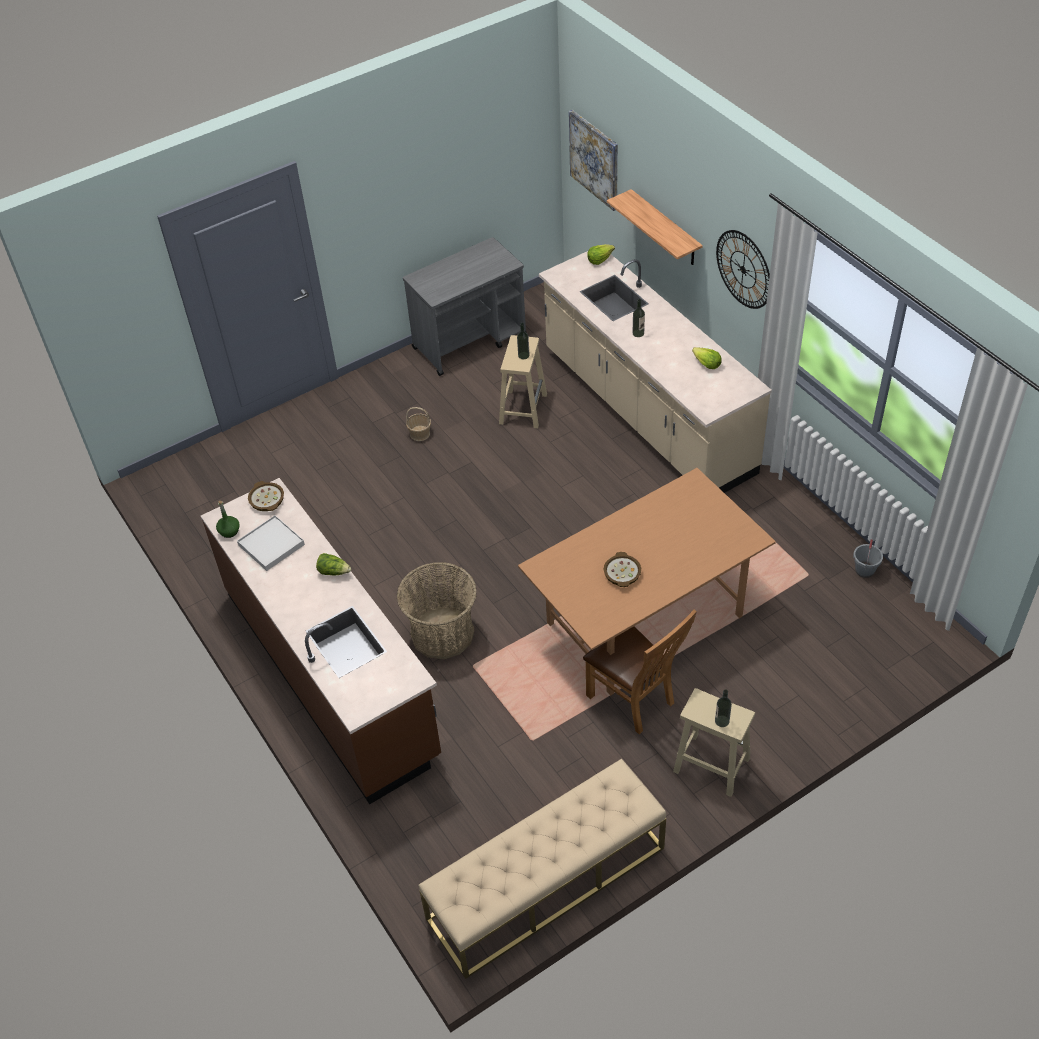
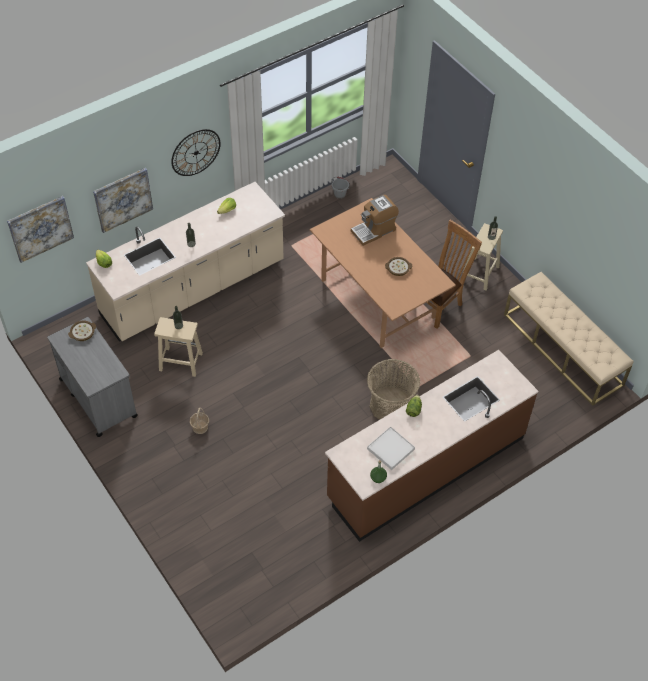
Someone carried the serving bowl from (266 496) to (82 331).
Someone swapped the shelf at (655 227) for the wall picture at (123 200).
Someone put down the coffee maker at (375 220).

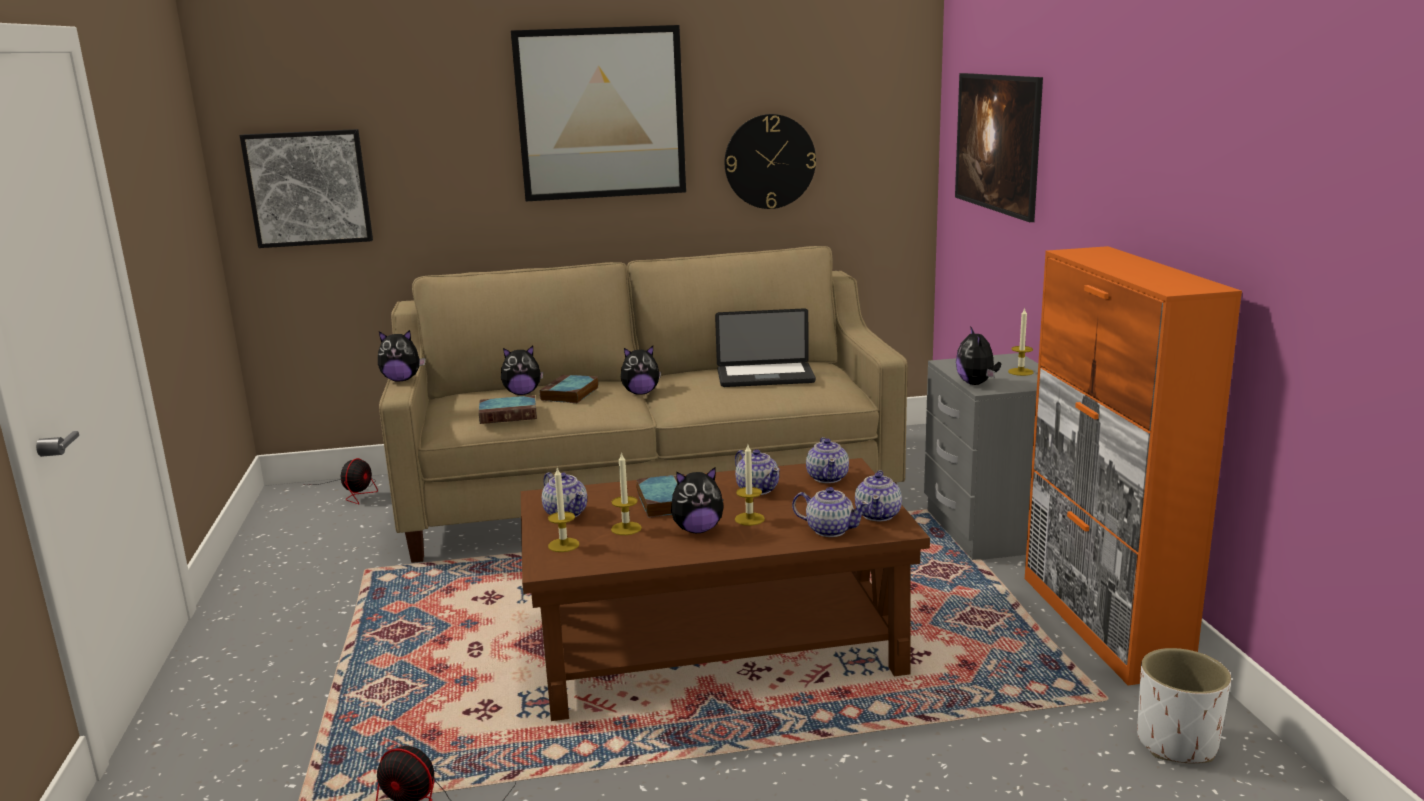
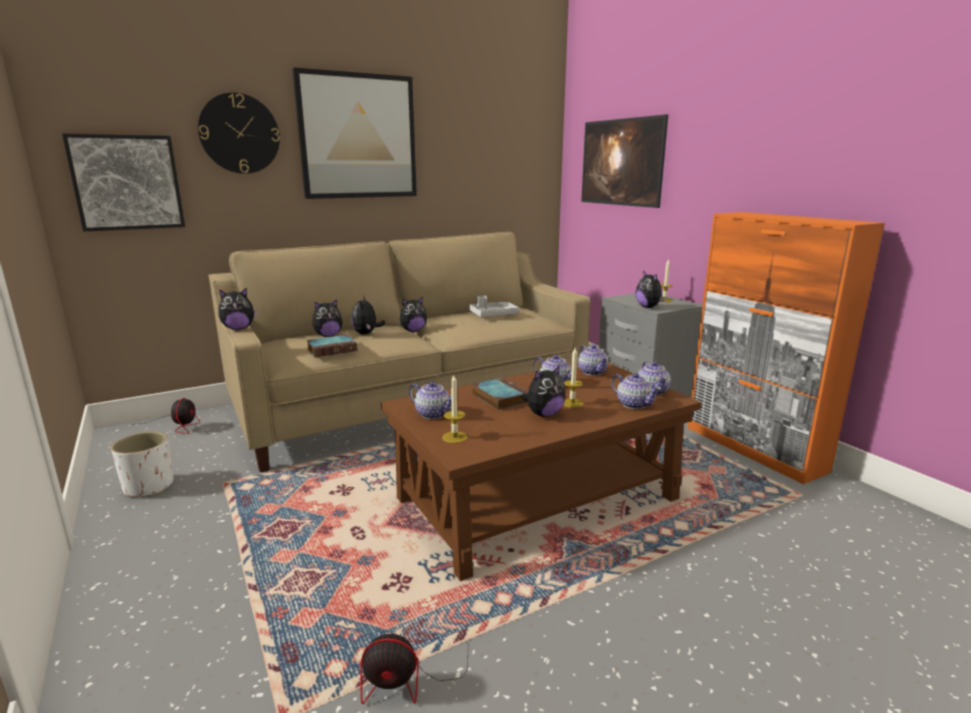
Someone swapped the bound book at (569 388) for the plush toy at (368 315).
Someone took away the candle at (626 493).
Someone swapped the notebook computer at (765 347) for the greyish carrying tray at (494 306).
Someone carried the wall clock from (770 161) to (239 133).
Someone rotated the teapot at (830 512) by 45 degrees clockwise.
Someone carried the white-coloured planter from (1184 705) to (142 464).

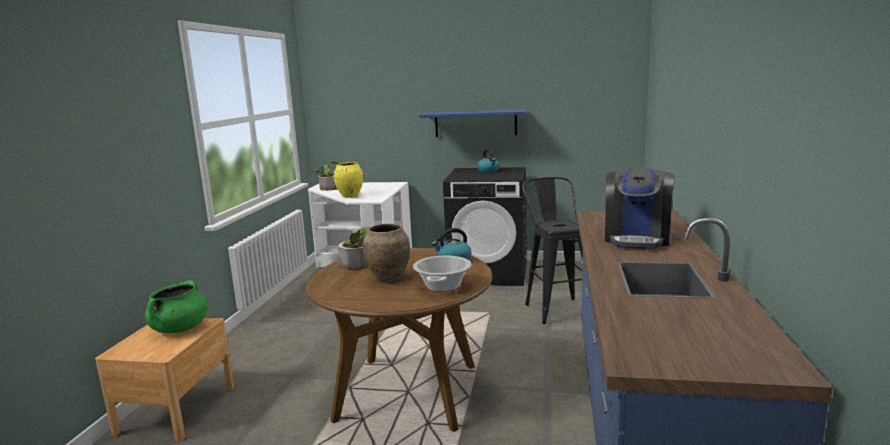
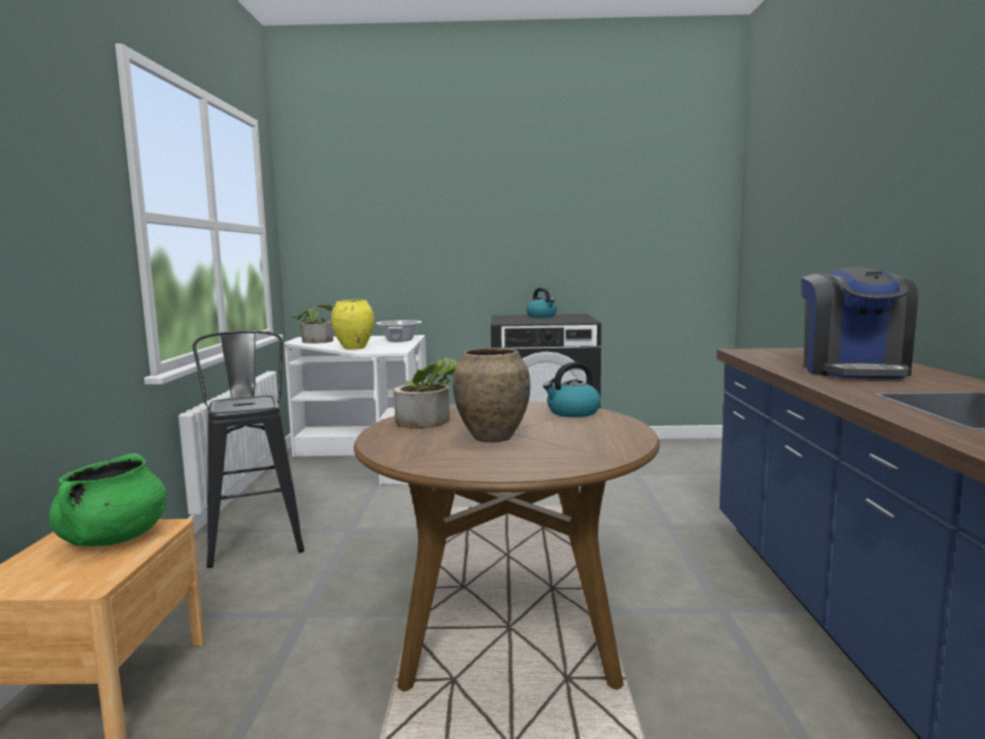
Someone carried the stockpot from (442 274) to (399 331).
Someone took away the blue shelf at (472 123).
Someone carried the blackish sitting stool from (552 250) to (248 449).

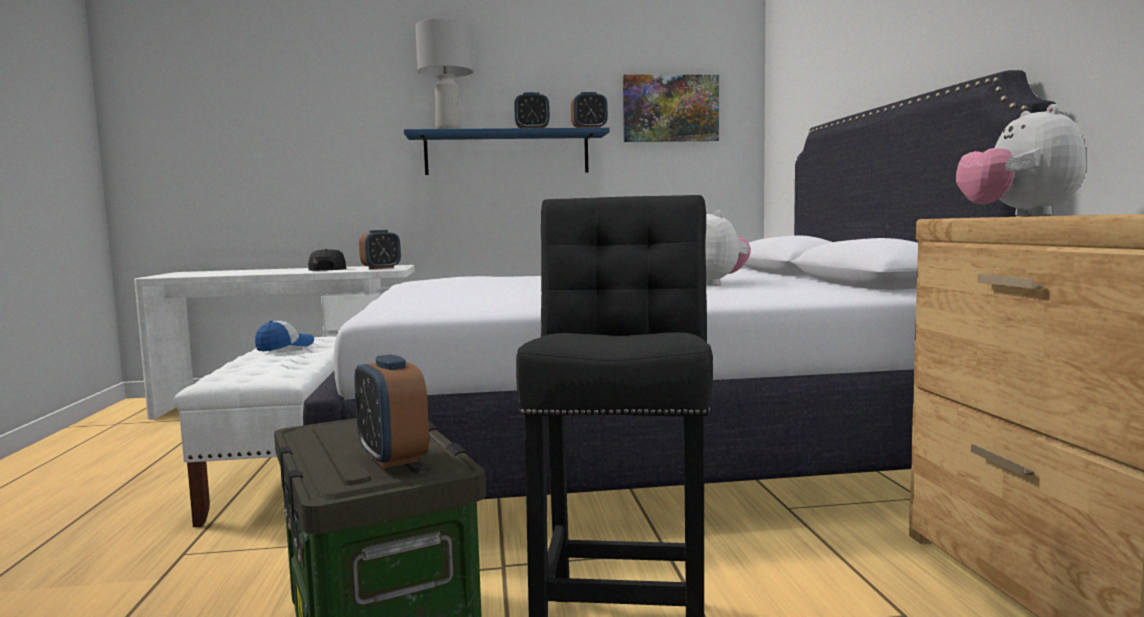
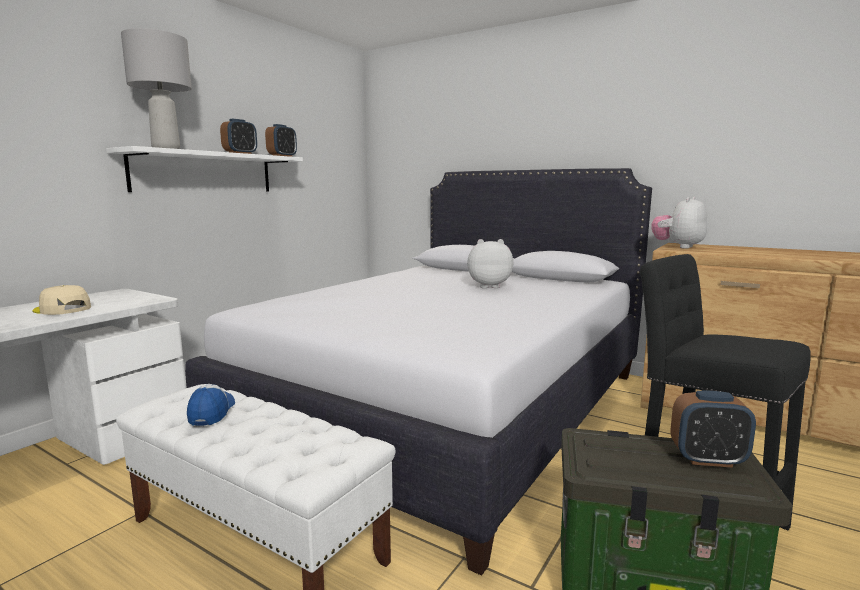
Someone repainted the blackish peaked cap at (327 260), which became the beige-coloured peaked cap at (61 300).
Someone took away the table clock at (380 249).
Someone repainted the blue shelf at (507 151), which became the white-coloured shelf at (204 169).
Someone took away the wall picture at (671 108).
Someone rotated the plush toy at (1021 160) by 90 degrees clockwise.

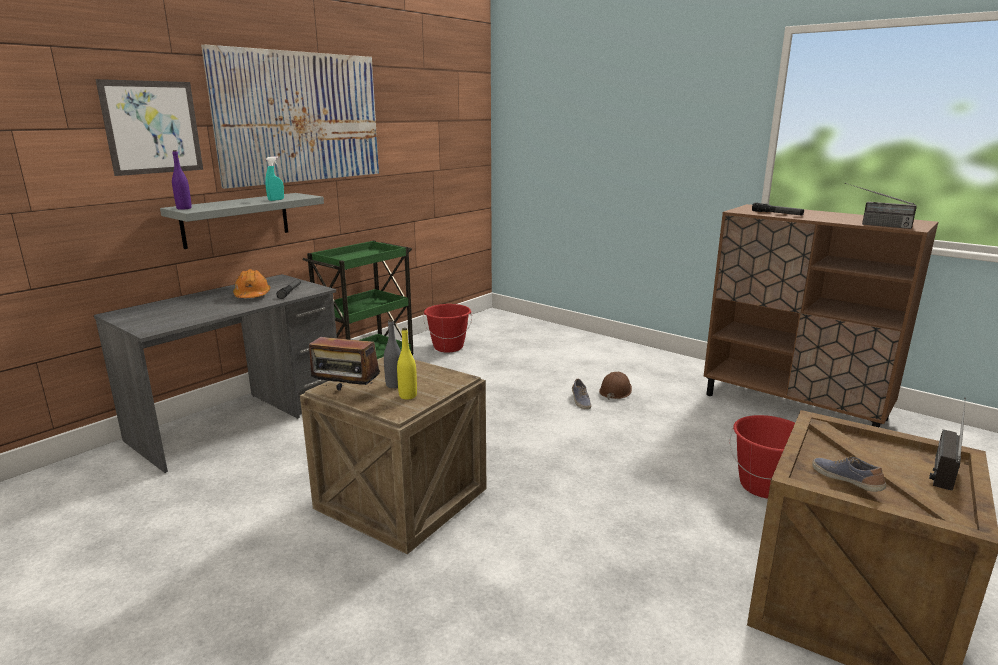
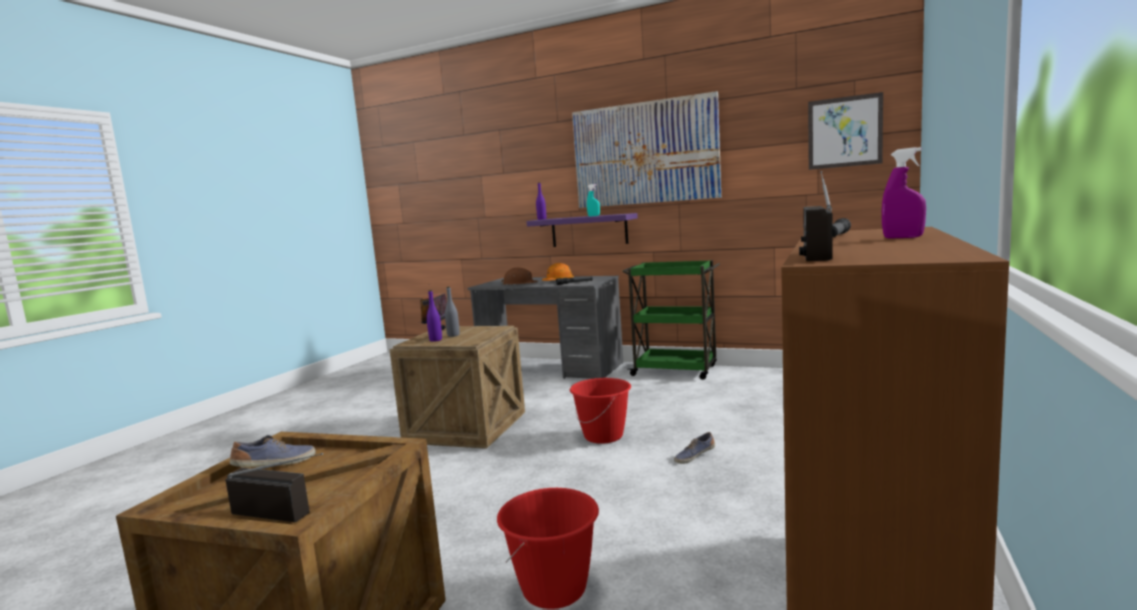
Someone carried the wall picture from (149 127) to (845 131).
Someone repainted the greyish shelf at (242 221), which became the purple shelf at (582 230).
Someone repainted the yellow-coloured drink bottle at (407 364), which became the purple drink bottle at (434 316).
Someone carried the red bucket from (447 328) to (600 411).
Someone carried the brown work helmet from (615 386) to (519 276).
Someone put down the purple sprayer at (904 193).

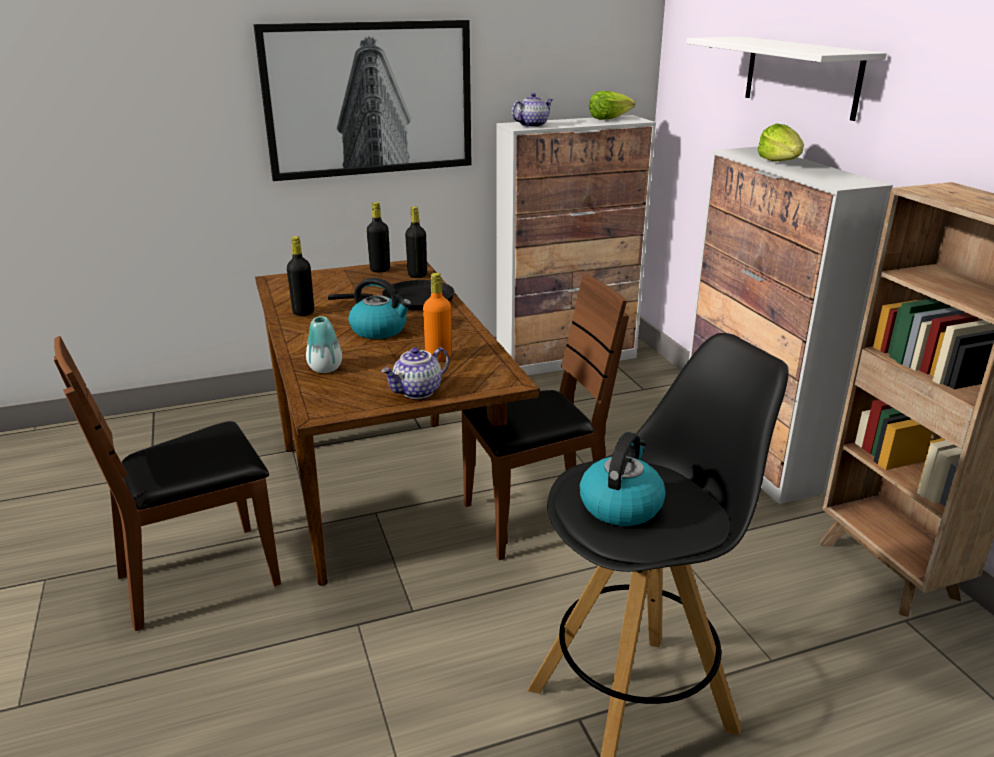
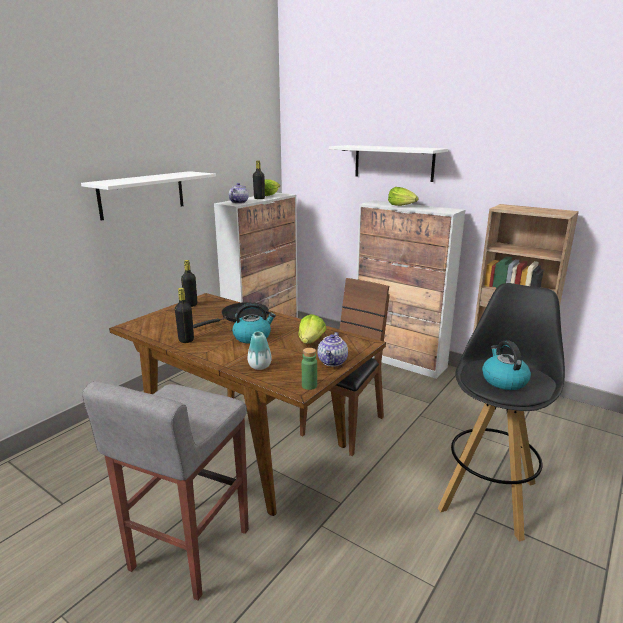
Someone swapped the brown upright chair at (167 483) for the greyish sitting stool at (165 491).
Someone swapped the wall picture at (362 100) for the white-coloured shelf at (148 195).
Someone carried the blackish drink bottle from (416 242) to (259 179).
Someone swapped the orange drink bottle at (437 317) for the lettuce head at (312 329).
Someone put down the green-coloured drink bottle at (309 369).

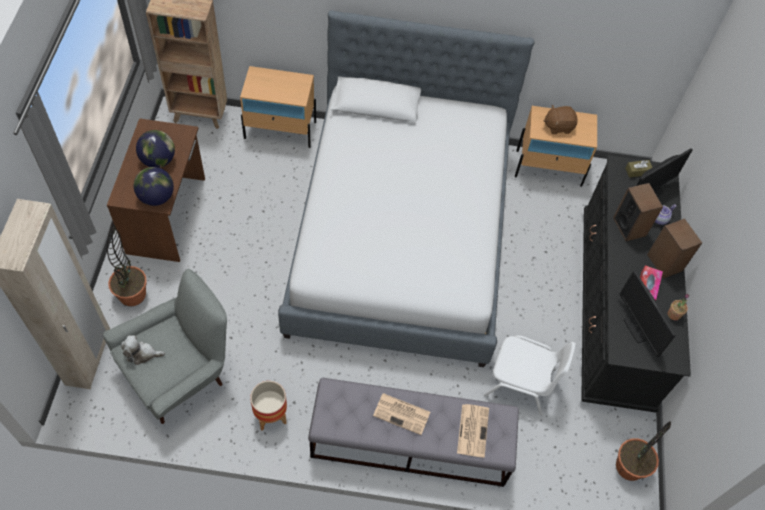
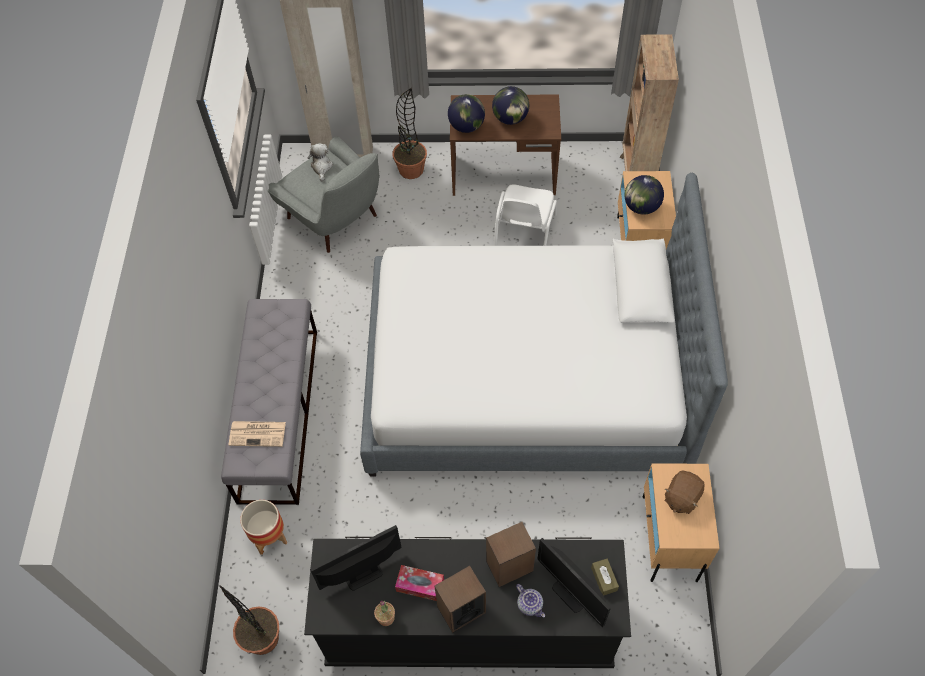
Someone carried the planter from (268 406) to (264 527).
Someone took away the newspaper at (401 414).
Someone carried the white-coloured upright chair from (530 375) to (525 215).
Someone rotated the brown plush toy at (560 119) by 135 degrees counterclockwise.
Someone put down the world globe at (644 195).

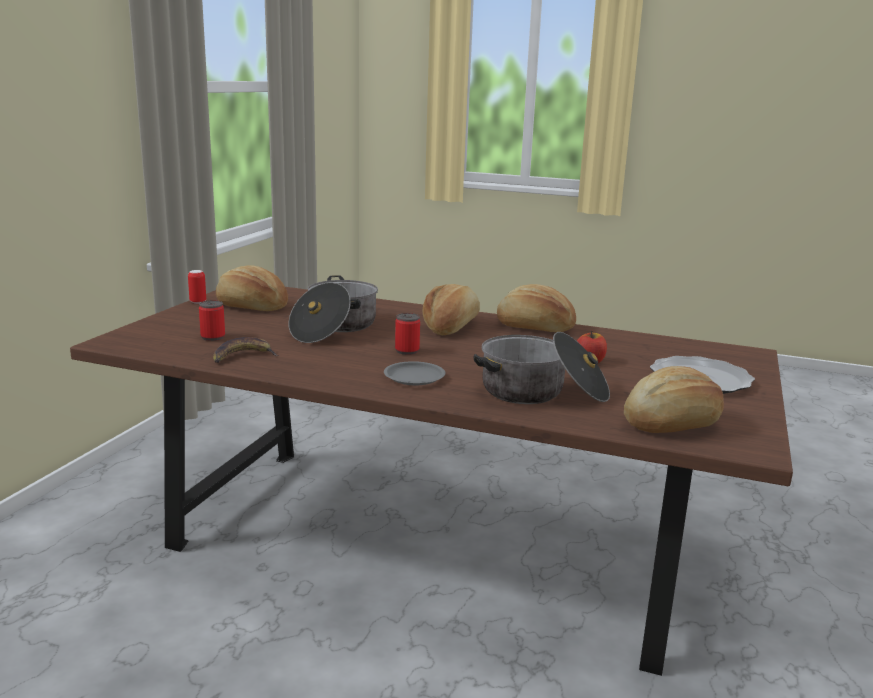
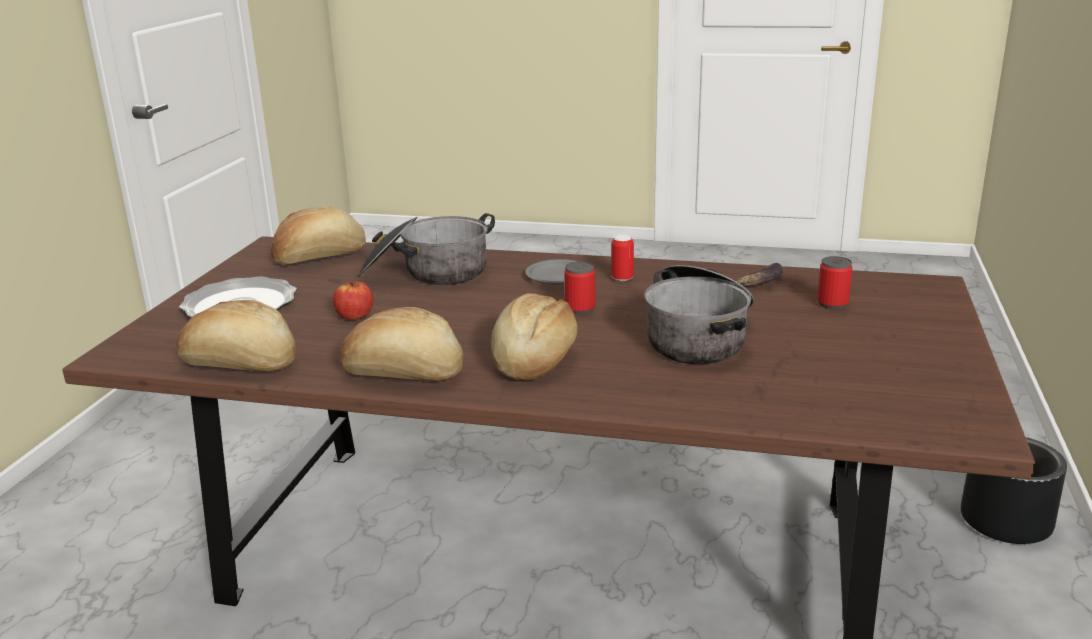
Someone carried the sealed can from (197 287) to (622 258).
Someone carried the baked bread from (252 288) to (237 335).
Someone put down the blackish planter at (1014 490).

